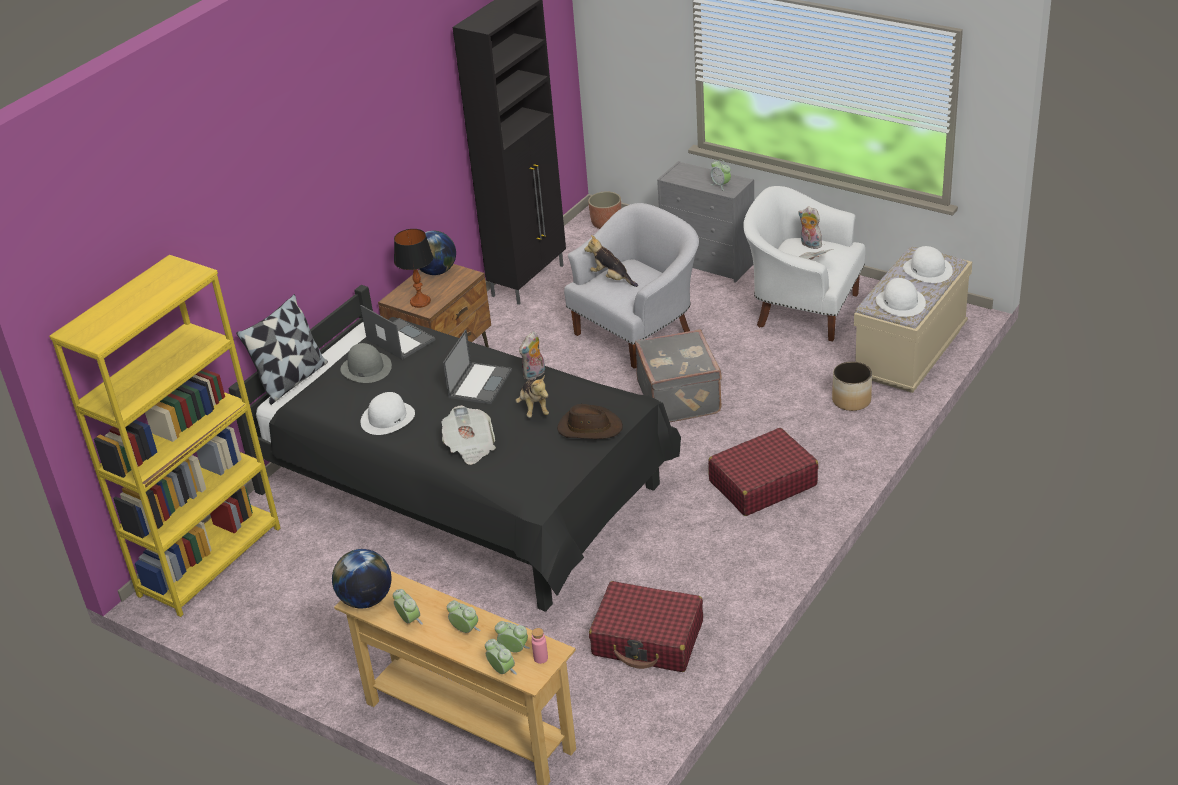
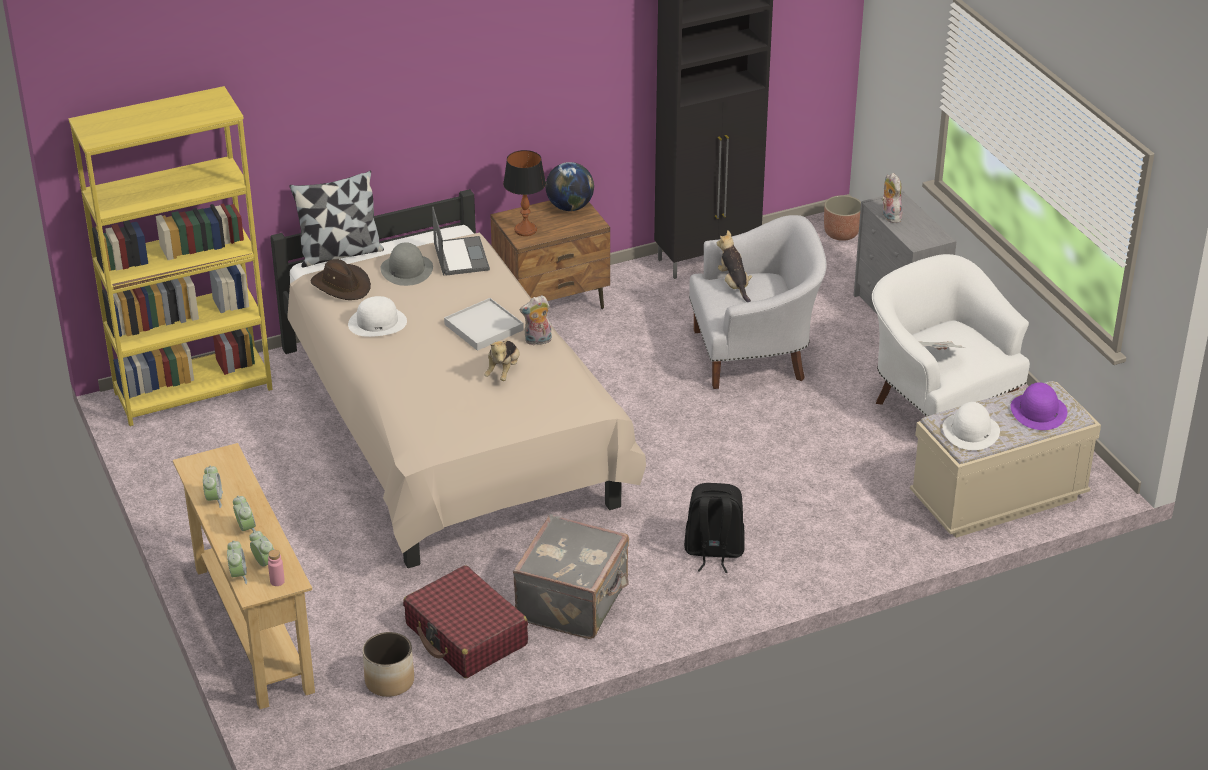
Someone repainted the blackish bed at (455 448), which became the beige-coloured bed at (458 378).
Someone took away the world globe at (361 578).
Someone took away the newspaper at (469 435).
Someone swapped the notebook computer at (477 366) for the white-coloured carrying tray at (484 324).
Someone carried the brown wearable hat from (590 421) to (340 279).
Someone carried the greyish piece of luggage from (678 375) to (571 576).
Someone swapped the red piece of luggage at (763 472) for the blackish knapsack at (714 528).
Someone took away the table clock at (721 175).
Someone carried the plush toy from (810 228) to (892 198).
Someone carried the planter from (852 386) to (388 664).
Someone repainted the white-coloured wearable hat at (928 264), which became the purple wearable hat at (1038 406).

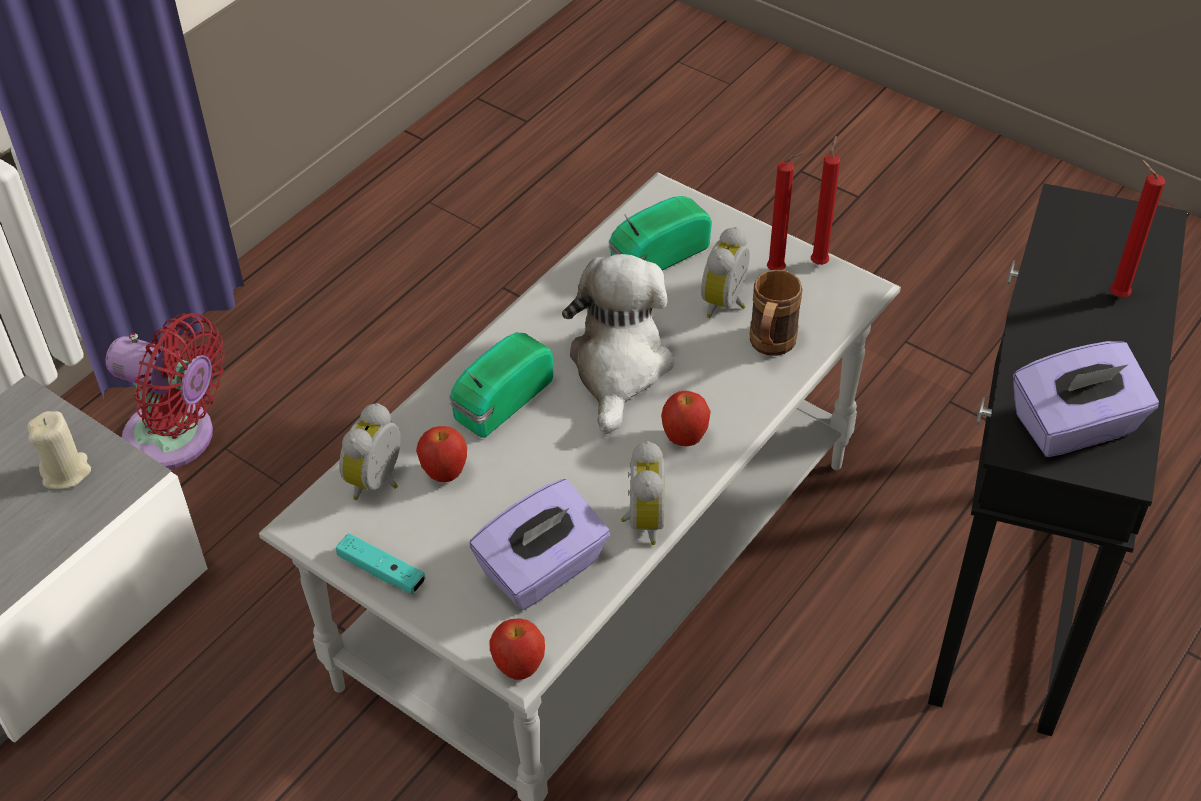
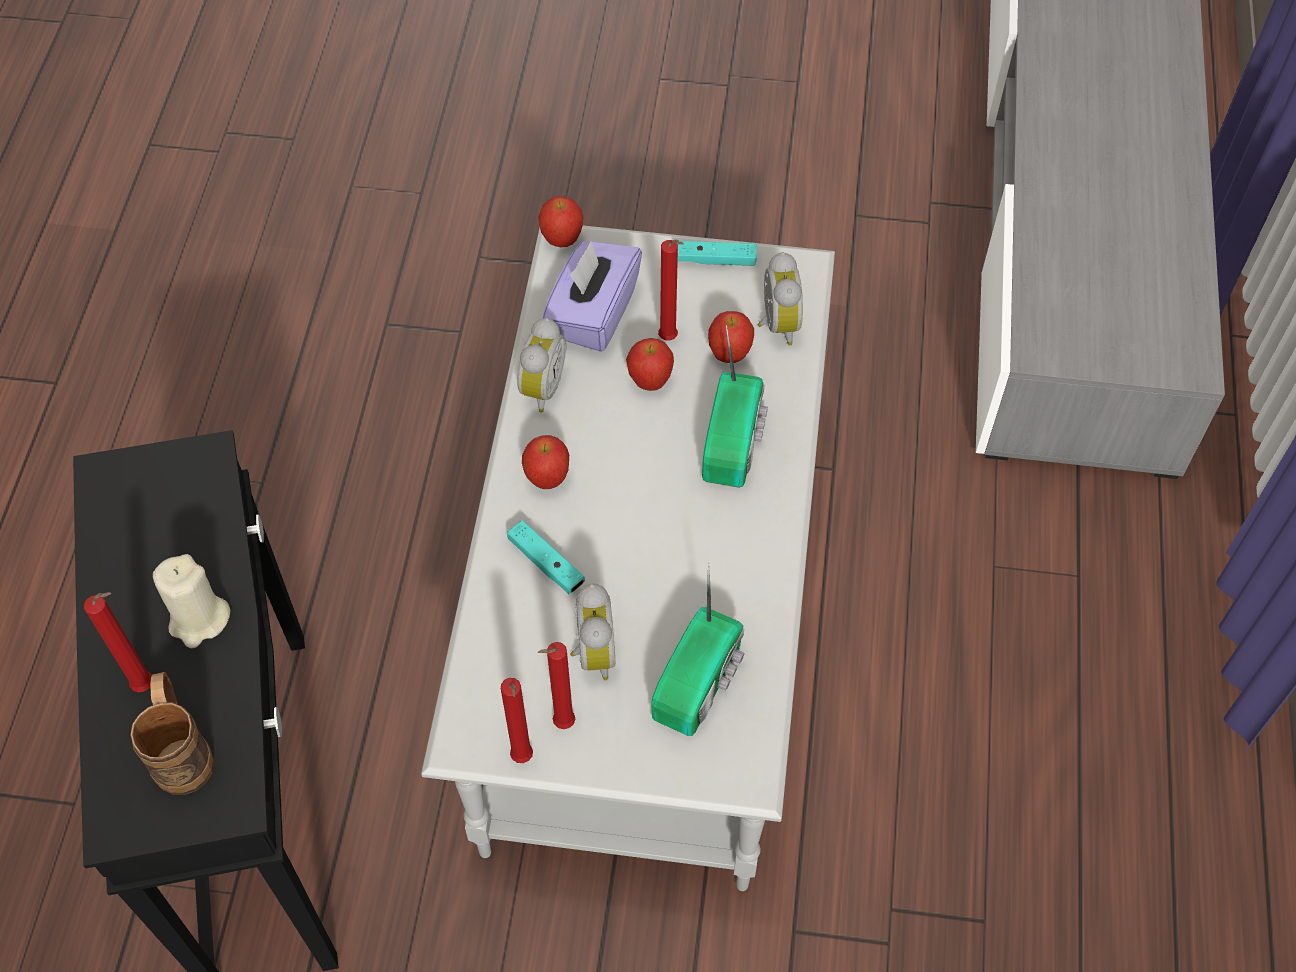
Someone carried the beige-coloured candle from (59 450) to (191 601).
Someone took away the red electric fan at (165 391).
Someone took away the plush toy at (618 344).
Someone rotated the table clock at (643 493) by 135 degrees counterclockwise.
Someone carried the brown mug from (776 313) to (172 733).
Someone took away the purple tissue box at (1086 399).
Someone put down the turquoise joypad at (546 557).
Someone put down the apple fruit at (650 364).
Someone put down the red candle at (671 290).

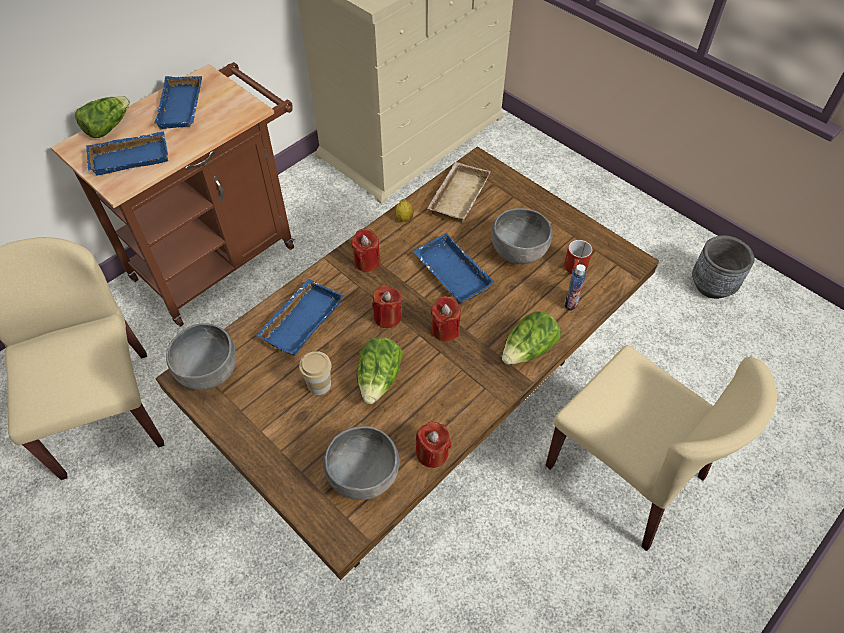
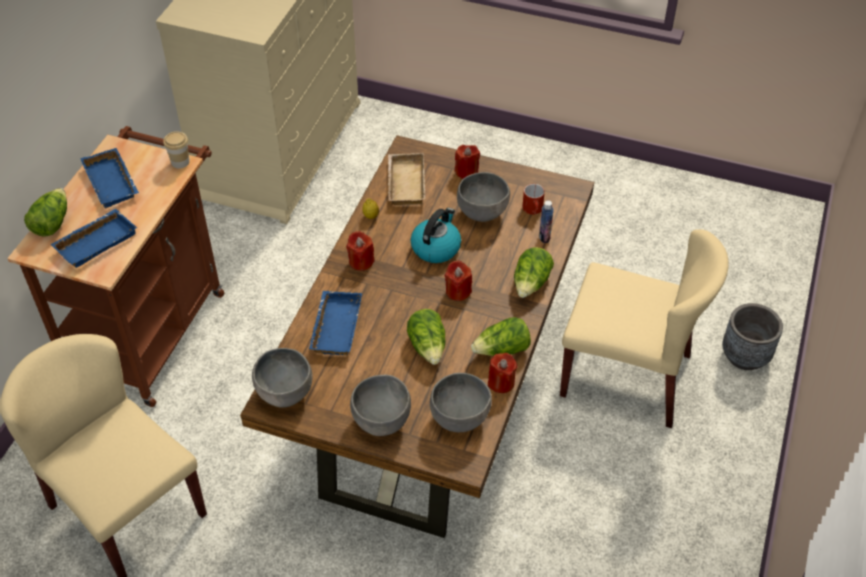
Someone carried the cup from (315 373) to (176 149).
Someone carried the red candle from (387 306) to (467 162).
Someone swapped the blue carrying tray at (454 268) for the tea kettle at (436 235).
Someone carried the greyish planter from (723 267) to (752 336).
Someone put down the greyish serving bowl at (380 405).
Someone put down the lettuce head at (501 336).

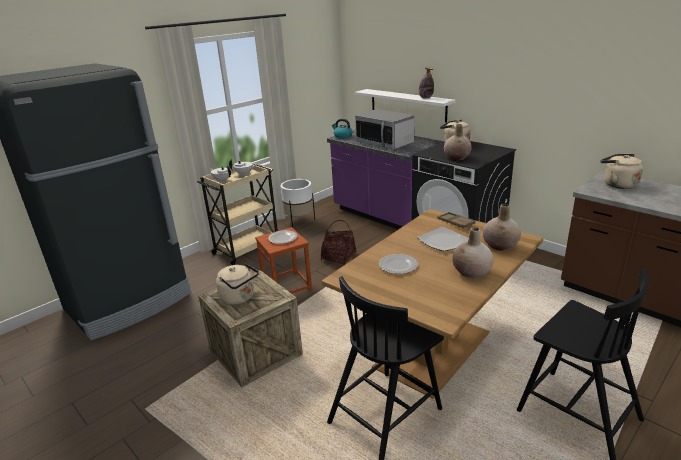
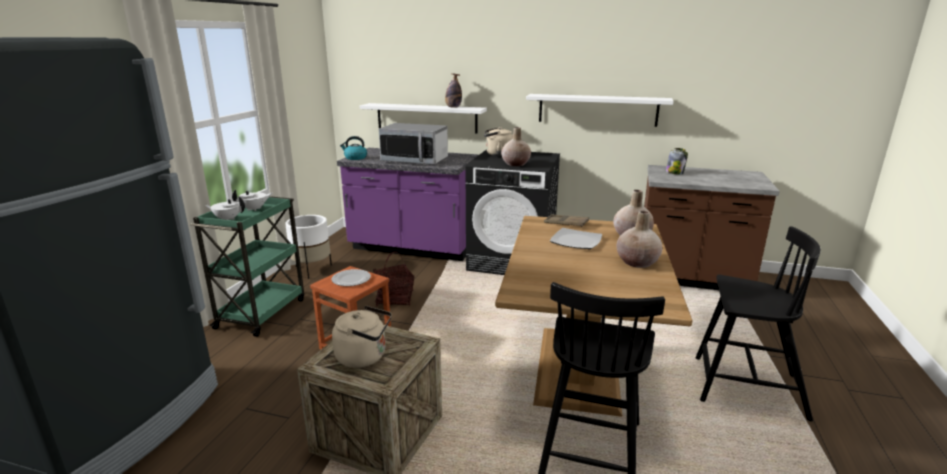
Someone repainted the beige-coloured wheeled cart at (237 214), which became the green-coloured wheeled cart at (247 266).
Someone took away the plate at (398 264).
Someone swapped the beige-coloured tea kettle at (621 171) for the jar at (677 161).
Someone put up the white-coloured shelf at (600 110).

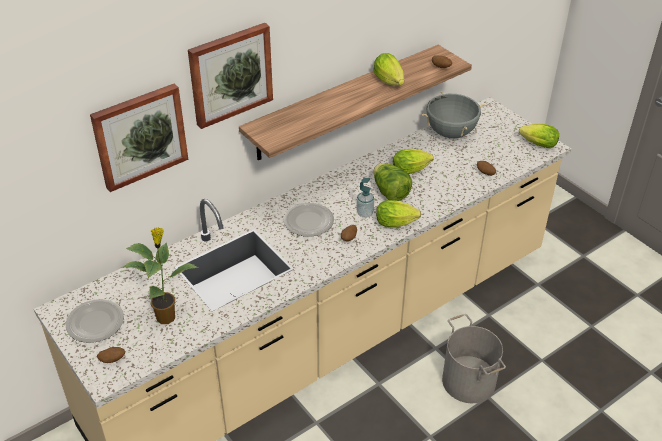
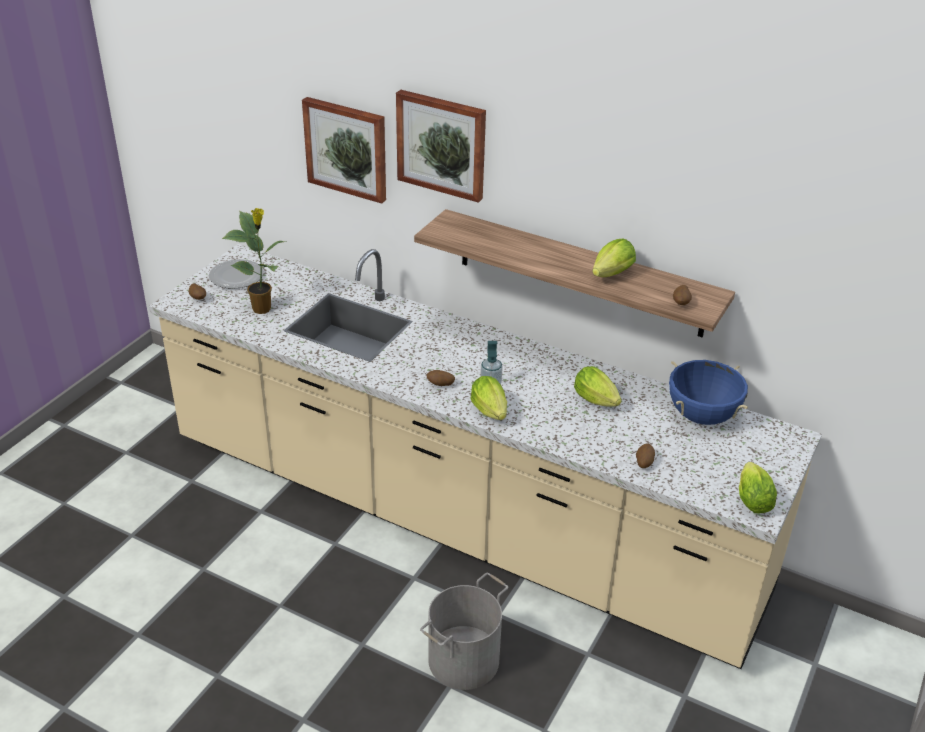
Someone took away the plate at (308 220).
Someone took away the lettuce head at (392 182).
Someone repainted the greyish stockpot at (453 114), which became the blue stockpot at (708 392).

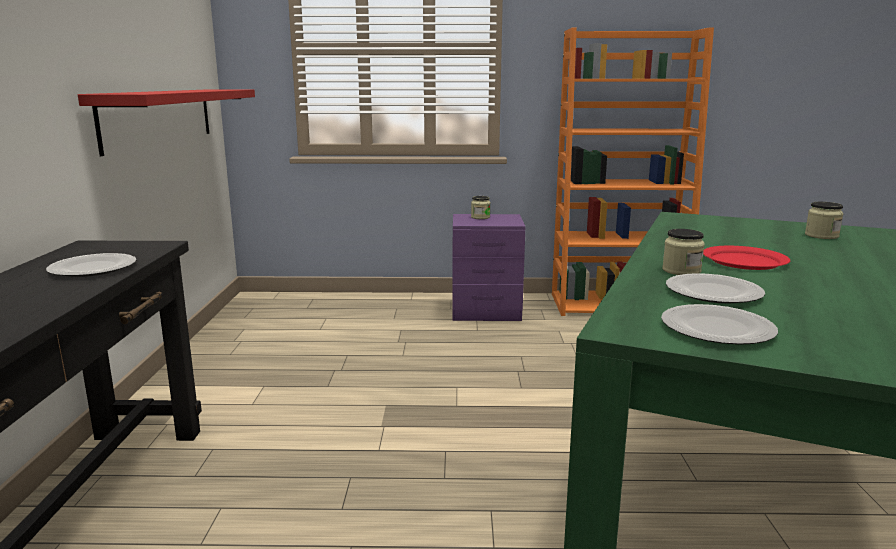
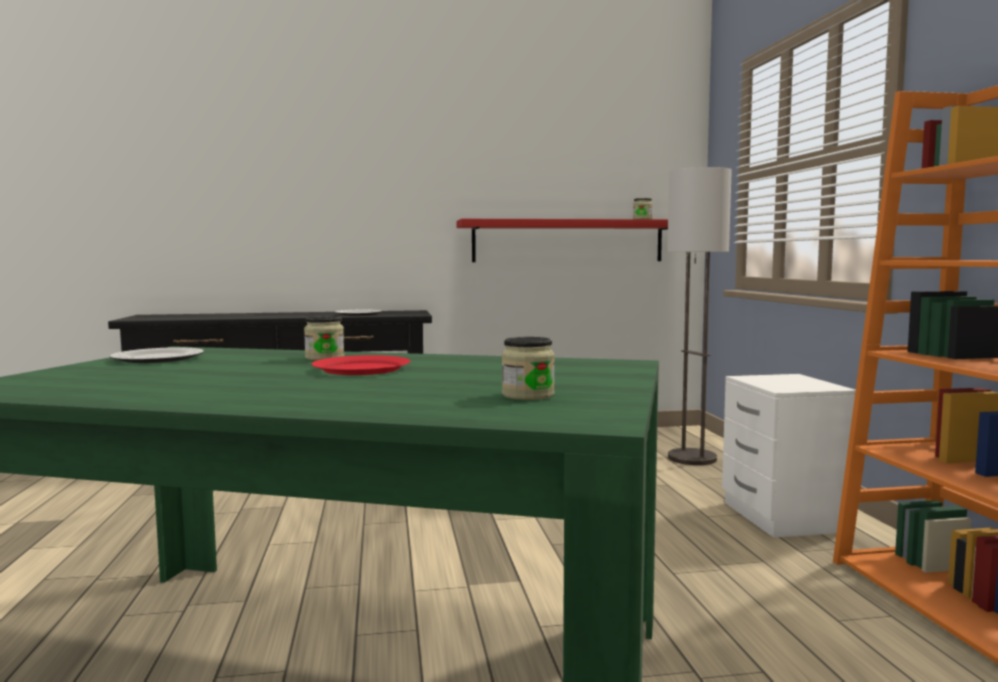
Someone repainted the purple bedside table at (489 267), which became the white-coloured bedside table at (789 456).
Someone carried the jar from (480 207) to (643 208).
Someone took away the plate at (715 288).
Someone put down the standard lamp at (699 316).

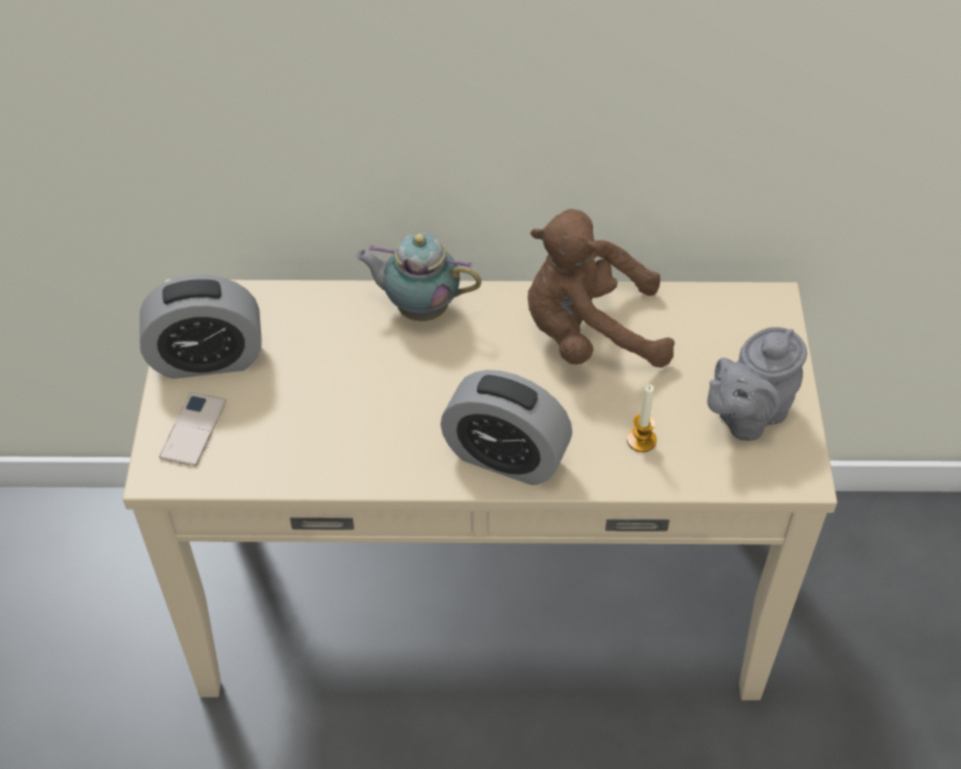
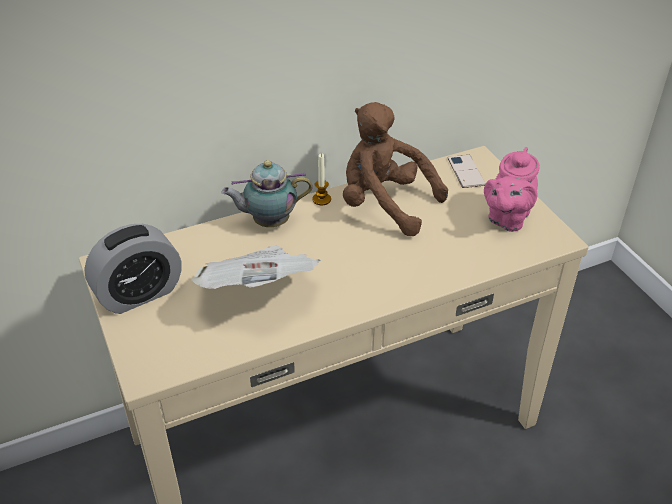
Someone carried the handset from (192 429) to (466 171).
Someone took away the table clock at (506 427).
Someone rotated the brown plush toy at (601 288) by 60 degrees clockwise.
Someone carried the candle from (642 418) to (321 179).
Someone repainted the greyish teapot at (757 384), which became the pink-coloured teapot at (512 189).
Someone put down the newspaper at (256 267).

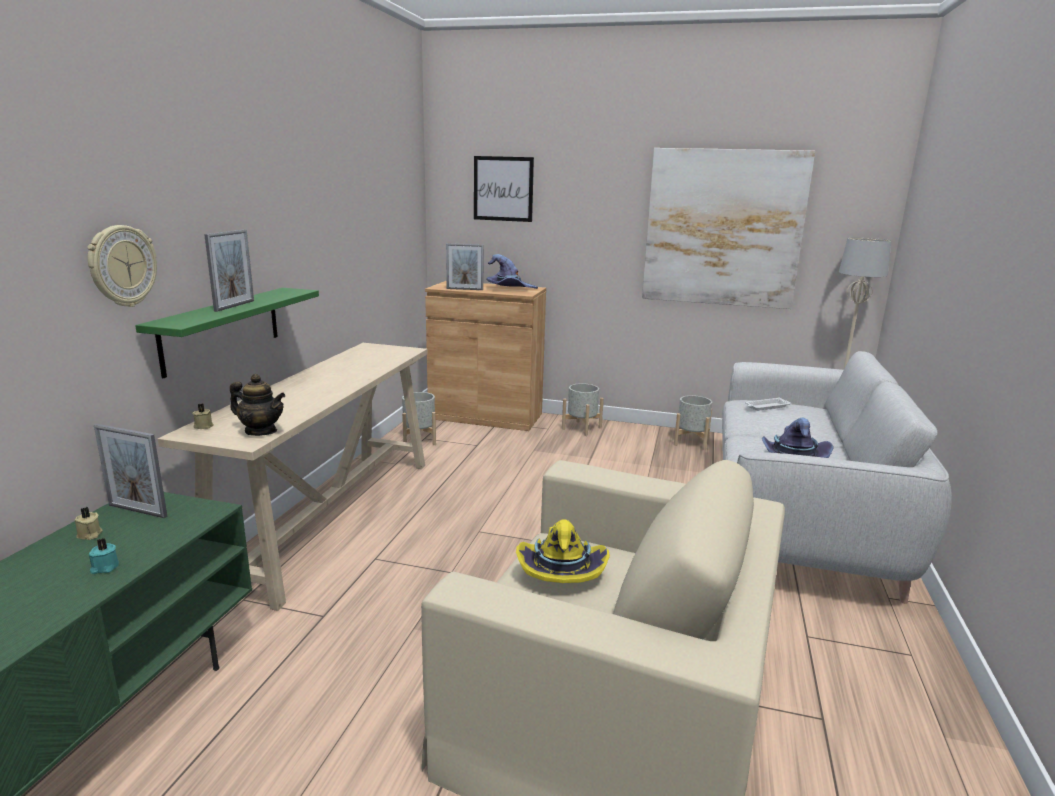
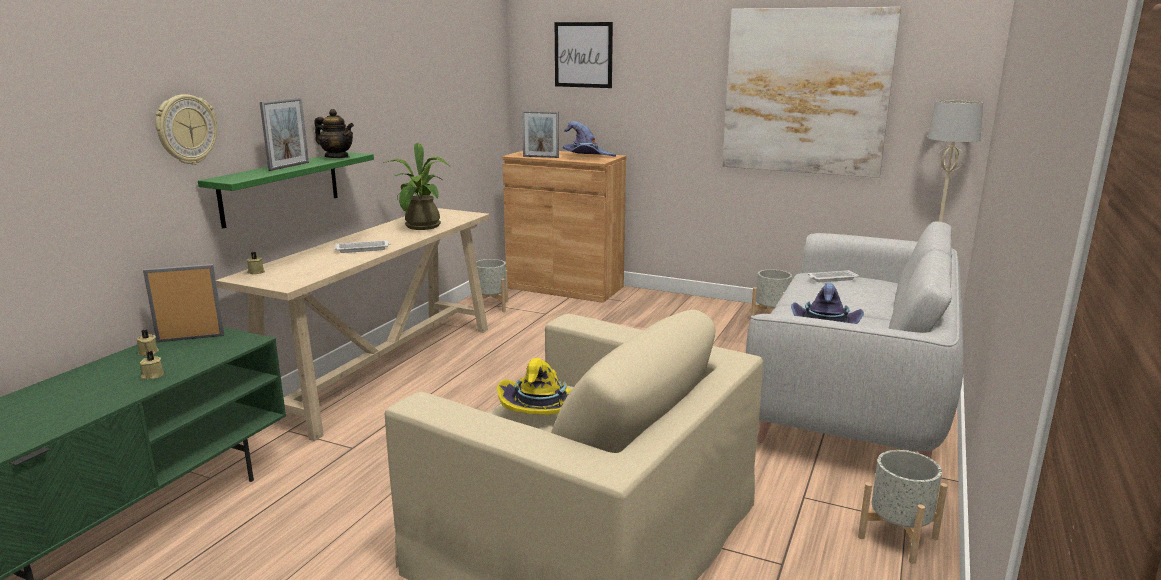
Someone repainted the turquoise candle at (104 556), which became the beige-coloured candle at (151 365).
Someone rotated the picture frame at (131 471) by 135 degrees clockwise.
Someone carried the teapot from (257 405) to (334 133).
Someone carried the greyish planter from (583 409) to (903 507).
Someone put down the white-coloured carrying tray at (363 246).
Someone put down the houseplant at (416 186).

